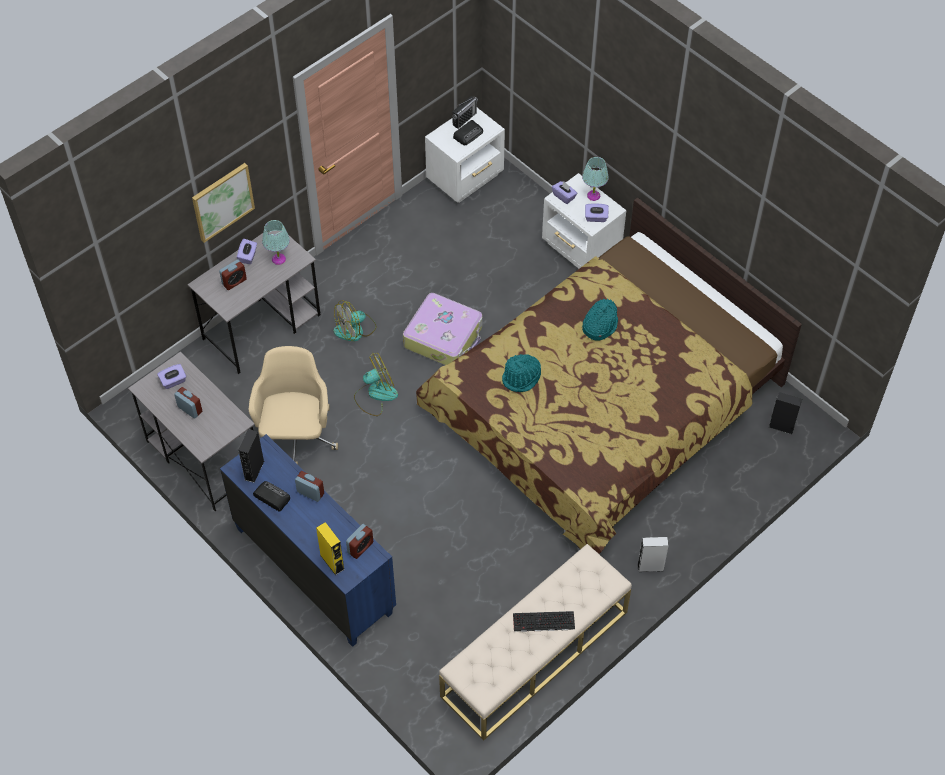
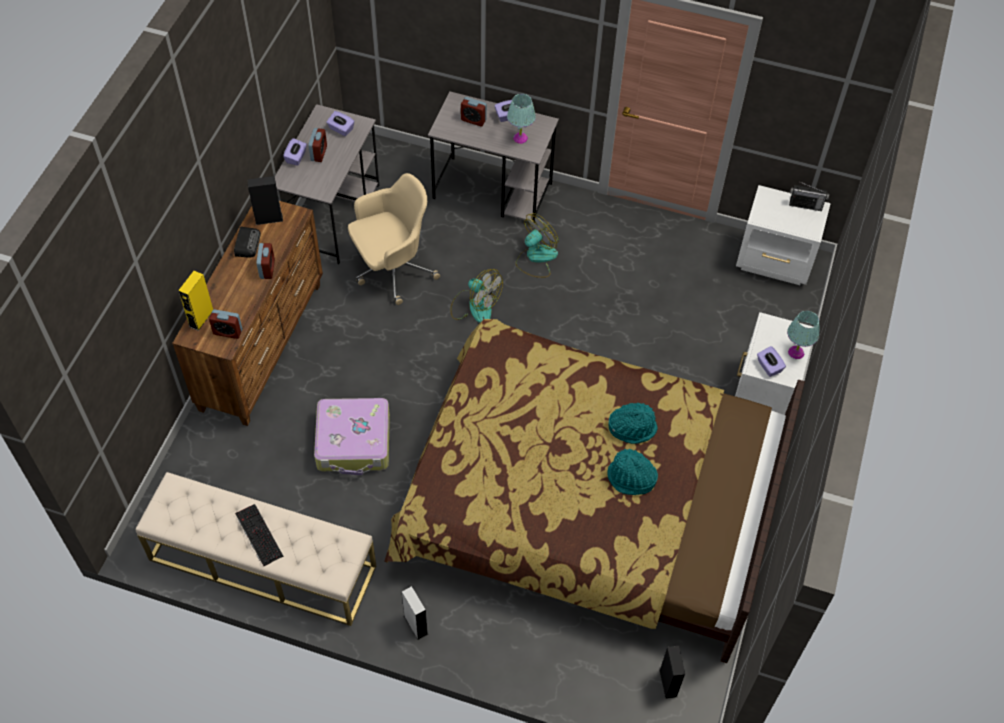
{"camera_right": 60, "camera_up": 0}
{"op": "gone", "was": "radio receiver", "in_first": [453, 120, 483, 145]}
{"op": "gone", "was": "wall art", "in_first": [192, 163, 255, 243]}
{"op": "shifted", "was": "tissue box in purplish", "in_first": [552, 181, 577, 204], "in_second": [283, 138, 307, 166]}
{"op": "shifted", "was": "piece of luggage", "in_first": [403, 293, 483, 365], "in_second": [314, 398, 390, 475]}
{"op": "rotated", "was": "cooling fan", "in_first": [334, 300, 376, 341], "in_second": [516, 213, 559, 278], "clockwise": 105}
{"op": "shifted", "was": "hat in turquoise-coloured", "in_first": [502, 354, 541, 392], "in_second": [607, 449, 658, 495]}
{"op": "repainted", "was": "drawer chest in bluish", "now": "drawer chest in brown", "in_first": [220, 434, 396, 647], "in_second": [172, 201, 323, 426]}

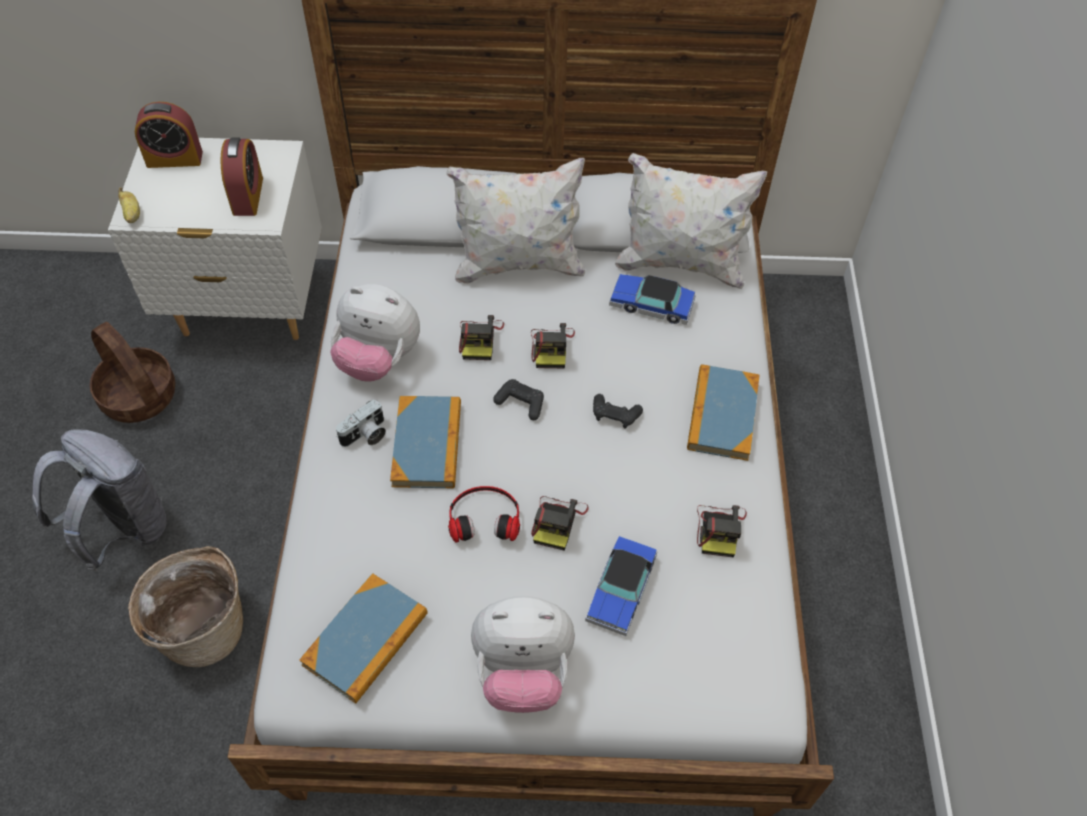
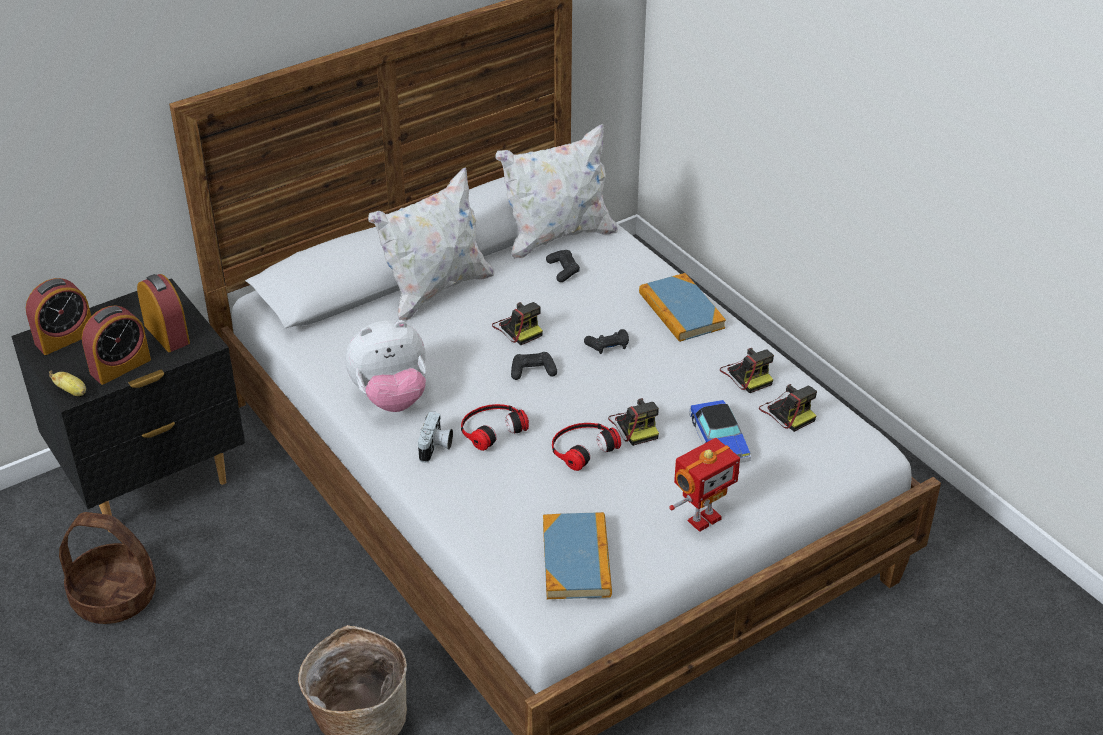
{"camera_right": -35, "camera_up": -15}
{"op": "repainted", "was": "night table in white", "now": "night table in black-coloured", "in_first": [108, 138, 322, 340], "in_second": [11, 278, 245, 533]}
{"op": "swapped", "was": "toy car", "now": "game controller in black-coloured", "in_first": [609, 274, 696, 325], "in_second": [546, 250, 580, 282]}
{"op": "shifted", "was": "photo camera", "in_first": [459, 315, 504, 360], "in_second": [759, 384, 817, 432]}
{"op": "swapped", "was": "book", "now": "headphones", "in_first": [390, 396, 461, 488], "in_second": [461, 404, 529, 451]}
{"op": "gone", "was": "rucksack in grey", "in_first": [32, 430, 166, 571]}
{"op": "swapped", "was": "soft toy", "now": "robot figure", "in_first": [471, 596, 575, 713], "in_second": [669, 438, 740, 532]}
{"op": "new", "now": "bedside clock", "in_second": [82, 305, 151, 385]}

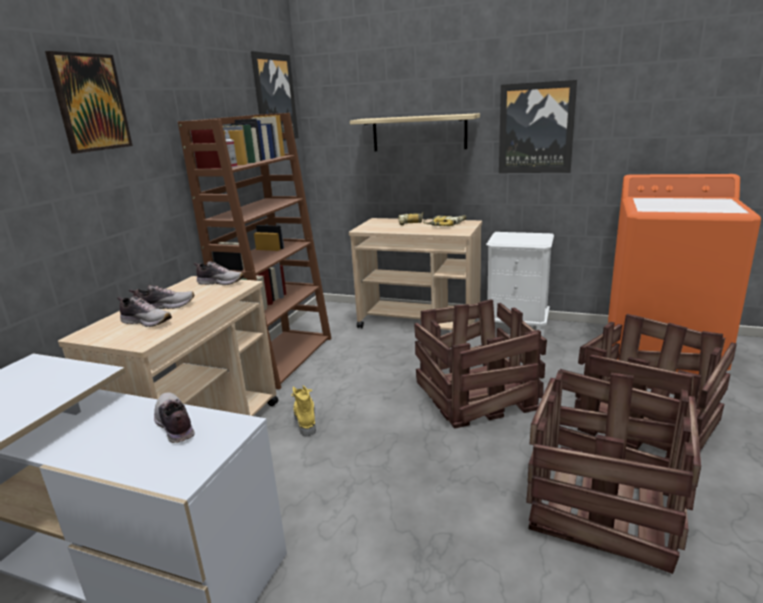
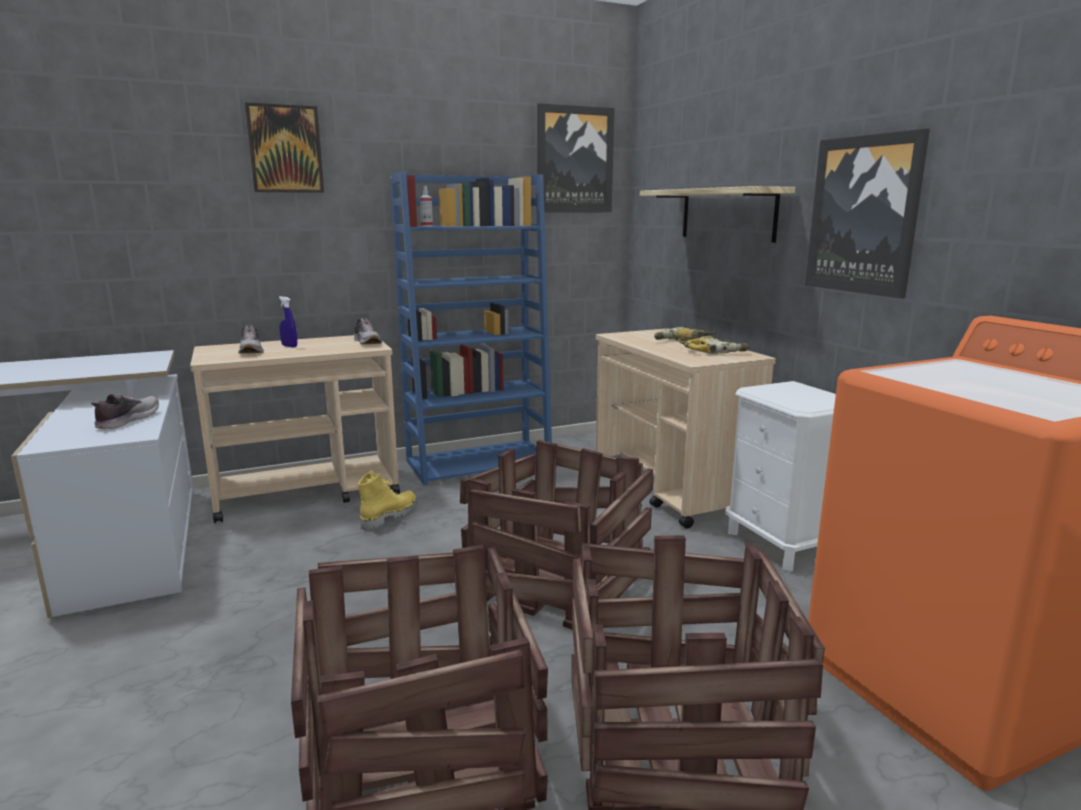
{"camera_right": 45, "camera_up": -5}
{"op": "repainted", "was": "shelving unit in brown", "now": "shelving unit in bluish", "in_first": [178, 113, 332, 390], "in_second": [390, 172, 552, 485]}
{"op": "swapped", "was": "item of footwear", "now": "sprayer in bluish", "in_first": [129, 285, 194, 309], "in_second": [279, 296, 297, 348]}

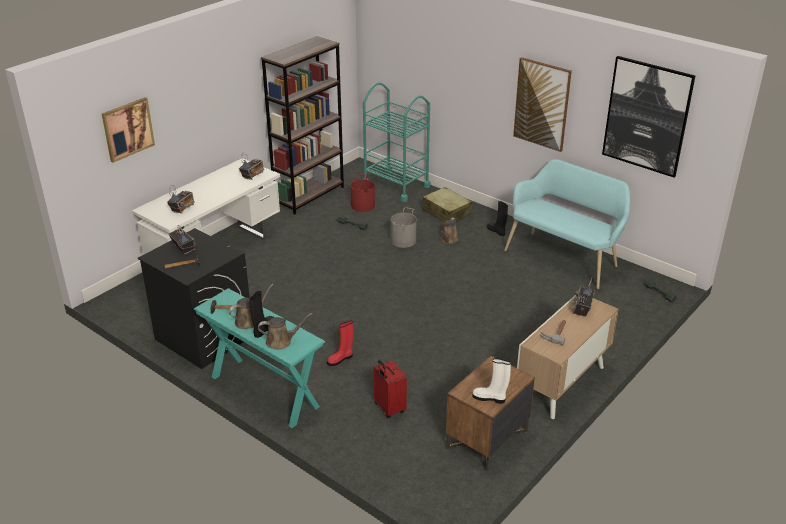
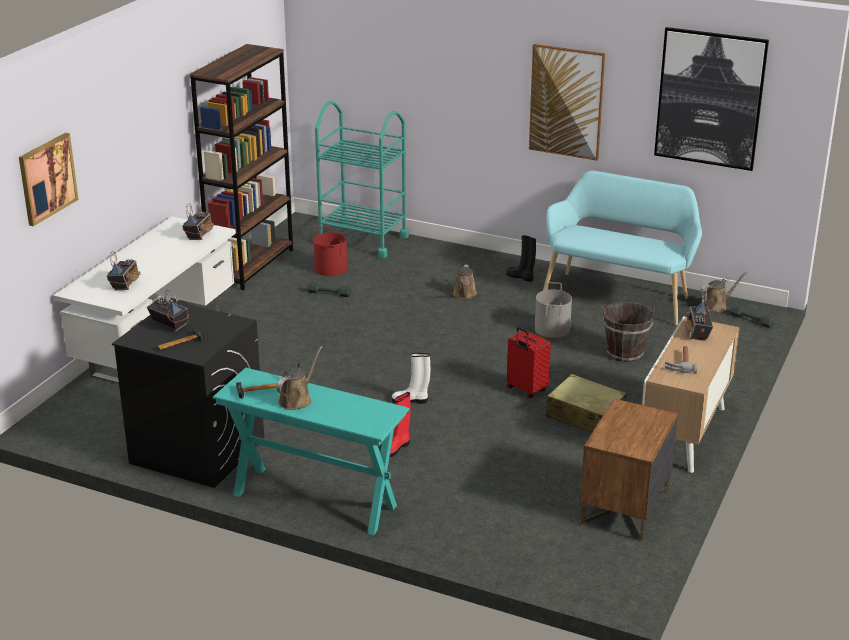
{"camera_right": -15, "camera_up": -5}
{"op": "shifted", "was": "piece of luggage in beige", "in_first": [422, 187, 472, 222], "in_second": [546, 374, 627, 433]}
{"op": "shifted", "was": "bucket in grey", "in_first": [391, 207, 417, 248], "in_second": [535, 282, 572, 338]}
{"op": "gone", "was": "tall boot in black-coloured", "in_first": [249, 291, 275, 338]}
{"op": "shifted", "was": "sprinkling can in brown", "in_first": [258, 313, 312, 350], "in_second": [700, 272, 747, 312]}
{"op": "shifted", "was": "tall boot in white", "in_first": [472, 358, 511, 404], "in_second": [392, 353, 430, 404]}
{"op": "shifted", "was": "piece of luggage in reddish", "in_first": [374, 360, 407, 418], "in_second": [507, 327, 551, 398]}
{"op": "new", "now": "bucket in brown", "in_second": [603, 302, 655, 362]}

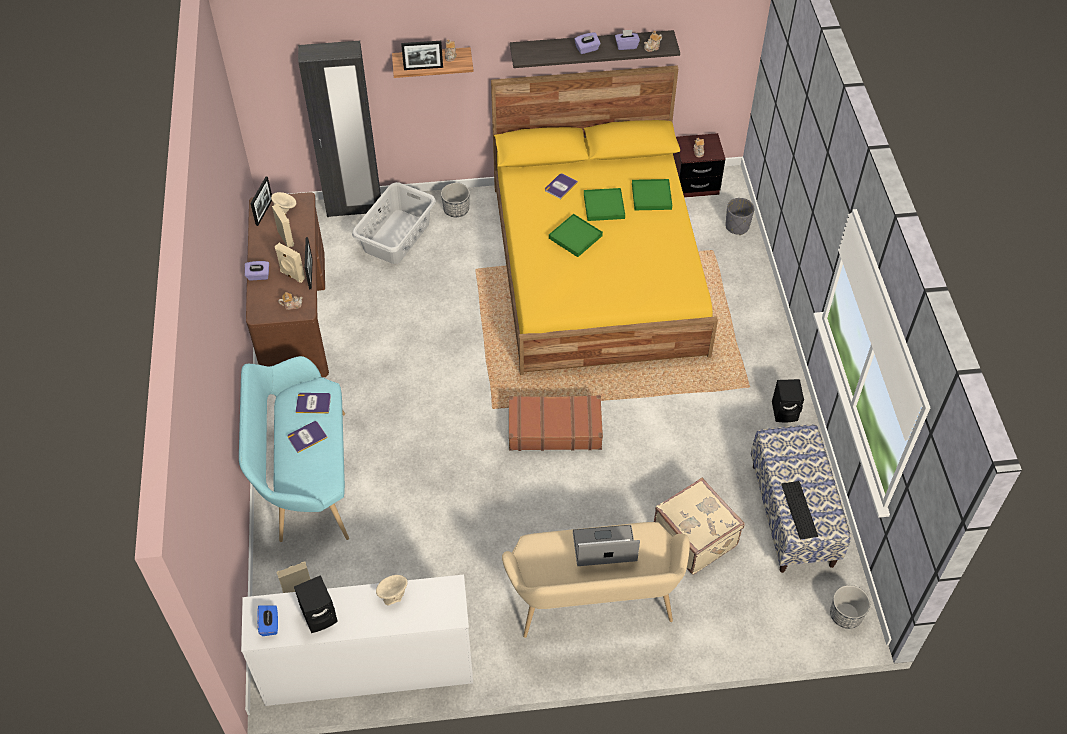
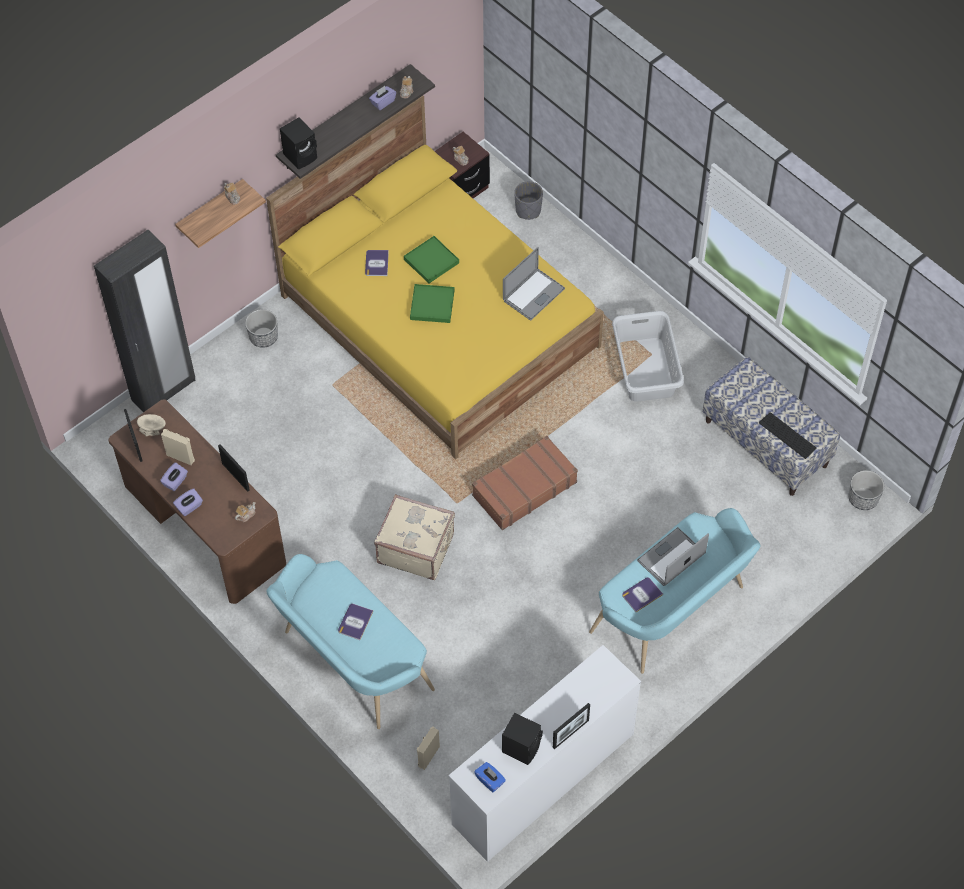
{"camera_right": -35, "camera_up": 5}
{"op": "shifted", "was": "tissue box in purplish", "in_first": [574, 33, 601, 54], "in_second": [160, 462, 188, 491]}
{"op": "shifted", "was": "photo frame", "in_first": [401, 41, 443, 70], "in_second": [553, 703, 590, 749]}
{"op": "gone", "was": "carrying tray in green-coloured", "in_first": [632, 179, 672, 210]}
{"op": "shifted", "was": "hamper in grey", "in_first": [352, 182, 436, 264], "in_second": [612, 311, 684, 402]}
{"op": "gone", "was": "speaker in beige", "in_first": [275, 243, 305, 283]}
{"op": "shifted", "was": "speaker in black-coloured", "in_first": [772, 379, 804, 422], "in_second": [280, 117, 317, 169]}
{"op": "shifted", "was": "book", "in_first": [296, 393, 331, 413], "in_second": [622, 577, 663, 612]}
{"op": "shifted", "was": "piece of luggage in beige", "in_first": [654, 478, 745, 575], "in_second": [374, 494, 455, 580]}
{"op": "repainted", "was": "bench in beige", "now": "bench in turquoise-coloured", "in_first": [502, 522, 690, 638], "in_second": [589, 508, 760, 674]}
{"op": "gone", "was": "bowl in beige", "in_first": [376, 575, 408, 605]}
{"op": "new", "now": "notebook computer", "in_second": [503, 247, 565, 320]}

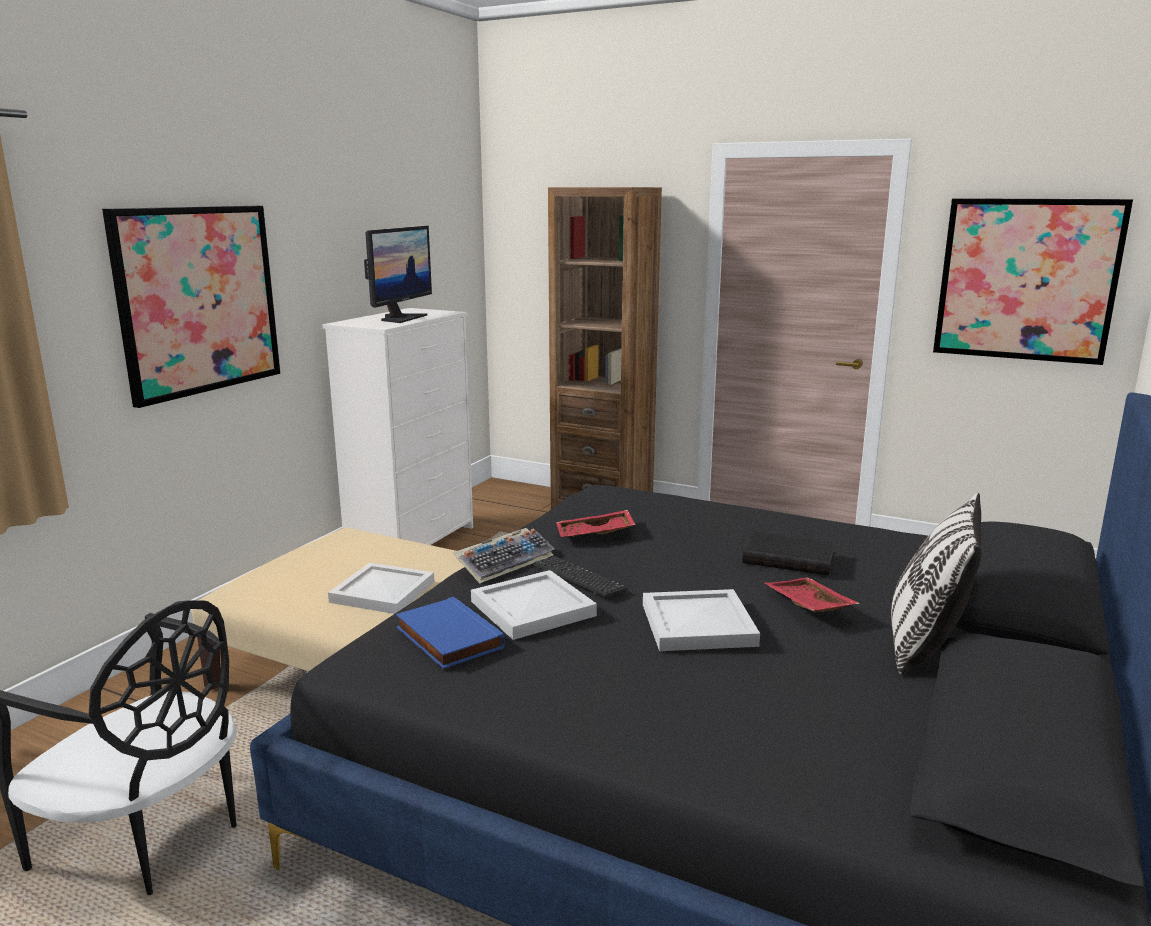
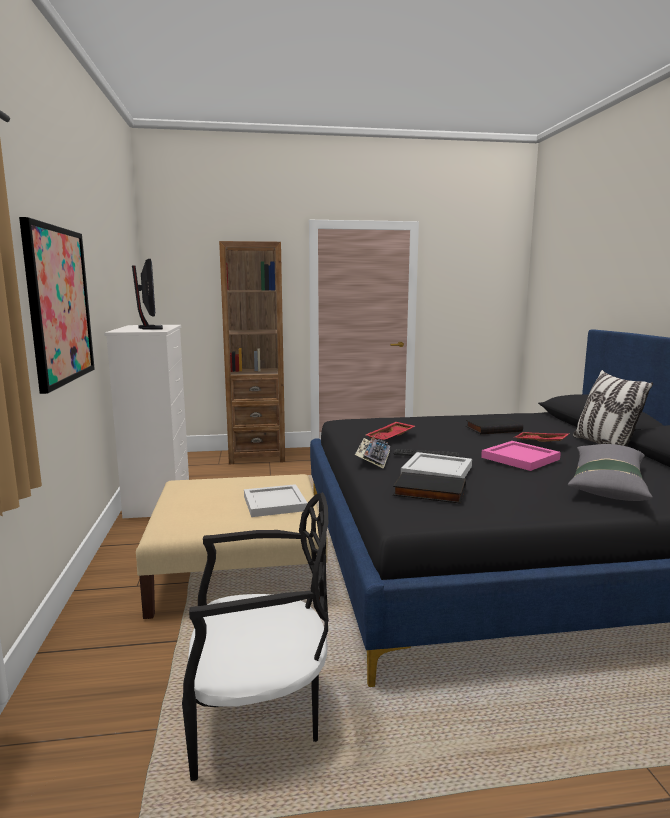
{"camera_right": -35, "camera_up": -5}
{"op": "gone", "was": "wall art", "in_first": [933, 198, 1133, 365]}
{"op": "repainted", "was": "carrying tray in white", "now": "carrying tray in pink", "in_first": [643, 589, 760, 651], "in_second": [481, 441, 561, 471]}
{"op": "repainted", "was": "book in bluish", "now": "book in black-coloured", "in_first": [396, 597, 505, 669], "in_second": [393, 472, 466, 504]}
{"op": "new", "now": "cushion in grey", "in_second": [568, 444, 653, 501]}

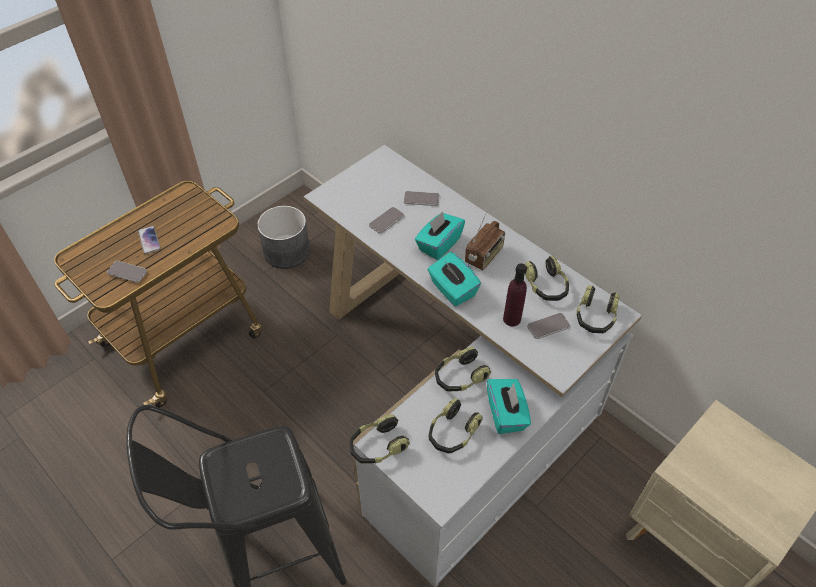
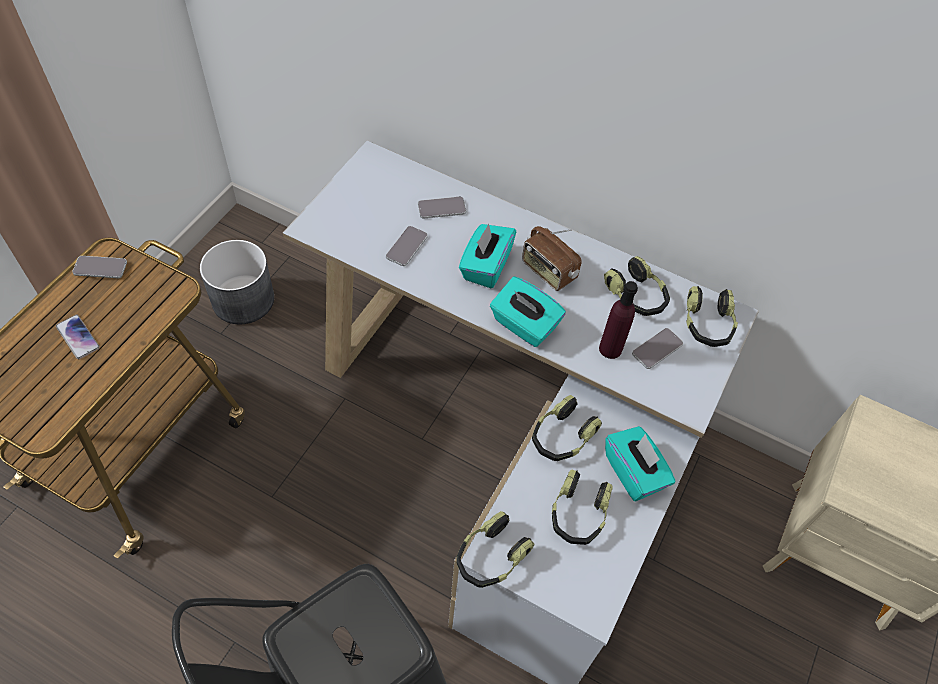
{"camera_right": -20, "camera_up": 5}
{"op": "rotated", "was": "radio receiver", "in_first": [465, 214, 505, 271], "in_second": [522, 226, 582, 291], "clockwise": 120}
{"op": "shifted", "was": "phone", "in_first": [107, 261, 147, 283], "in_second": [72, 256, 127, 278]}

